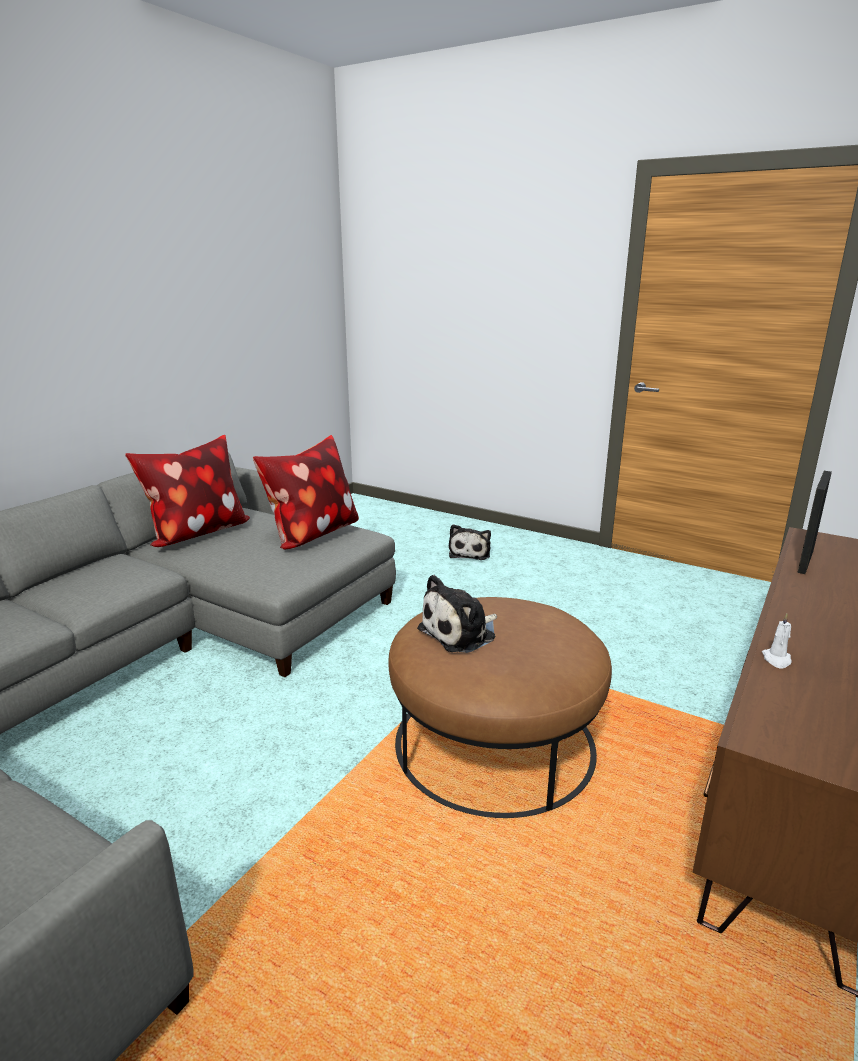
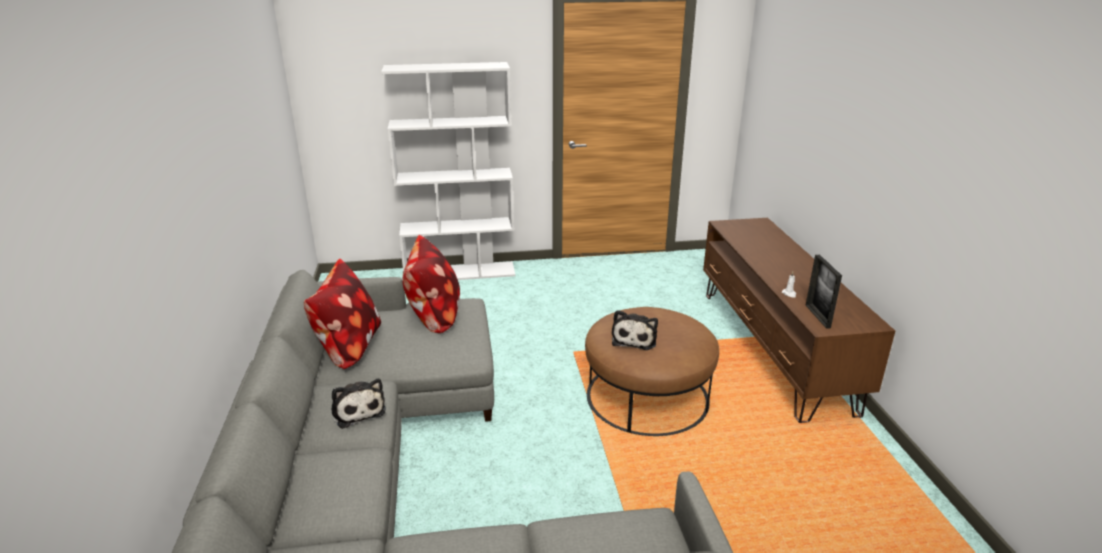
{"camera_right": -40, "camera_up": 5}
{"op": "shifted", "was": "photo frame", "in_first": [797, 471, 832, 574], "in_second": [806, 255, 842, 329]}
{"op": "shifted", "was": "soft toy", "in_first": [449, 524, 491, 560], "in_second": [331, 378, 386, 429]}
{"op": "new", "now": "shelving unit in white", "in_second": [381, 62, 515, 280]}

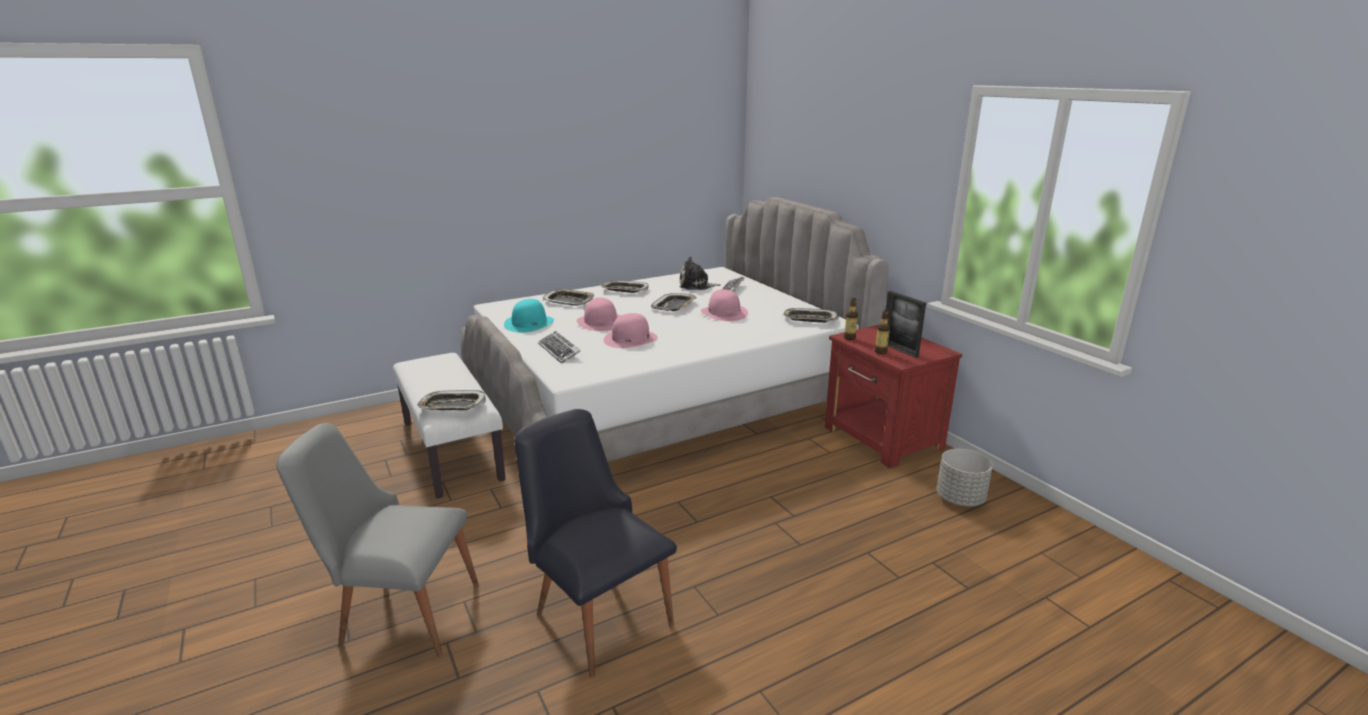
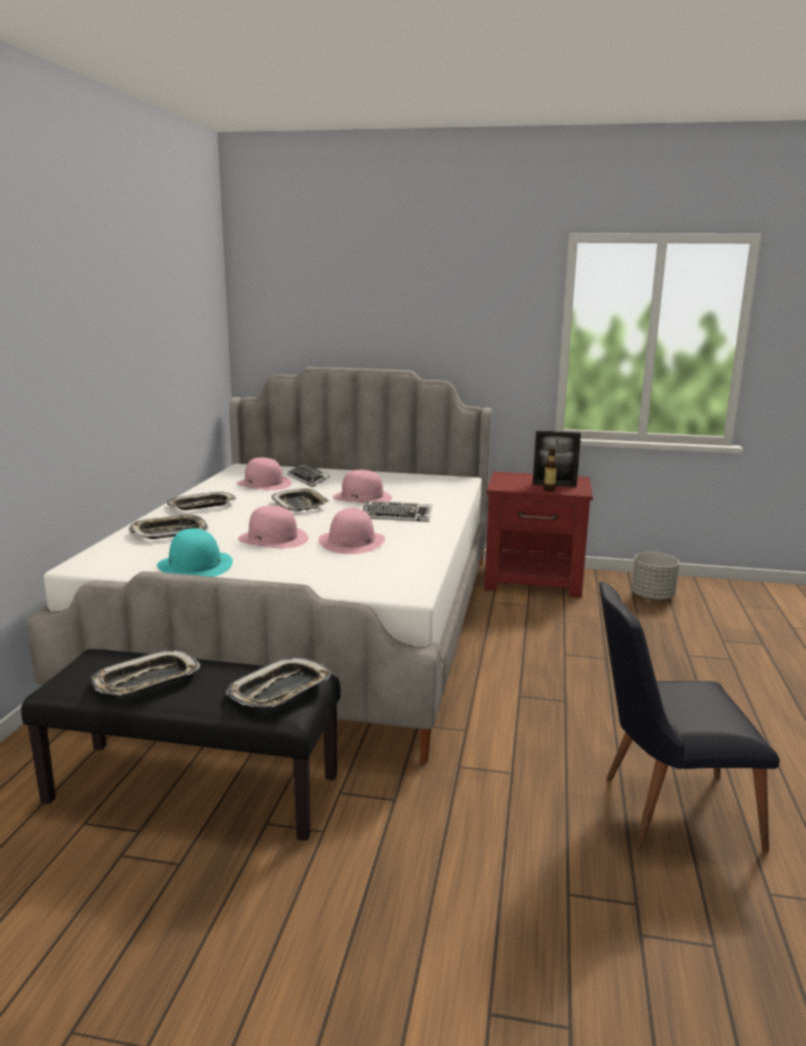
{"camera_right": -50, "camera_up": -5}
{"op": "swapped", "was": "soft toy", "now": "hat in pink", "in_first": [679, 256, 721, 290], "in_second": [236, 458, 292, 490]}
{"op": "gone", "was": "drink bottle", "in_first": [844, 298, 858, 340]}
{"op": "shifted", "was": "carrying tray", "in_first": [783, 308, 839, 323], "in_second": [91, 650, 200, 695]}
{"op": "shifted", "was": "computer keyboard", "in_first": [538, 331, 581, 363], "in_second": [362, 501, 432, 522]}
{"op": "repainted", "was": "bench in white", "now": "bench in black-coloured", "in_first": [393, 353, 506, 499], "in_second": [21, 649, 341, 841]}
{"op": "gone", "was": "plain chair in grey", "in_first": [276, 423, 479, 657]}

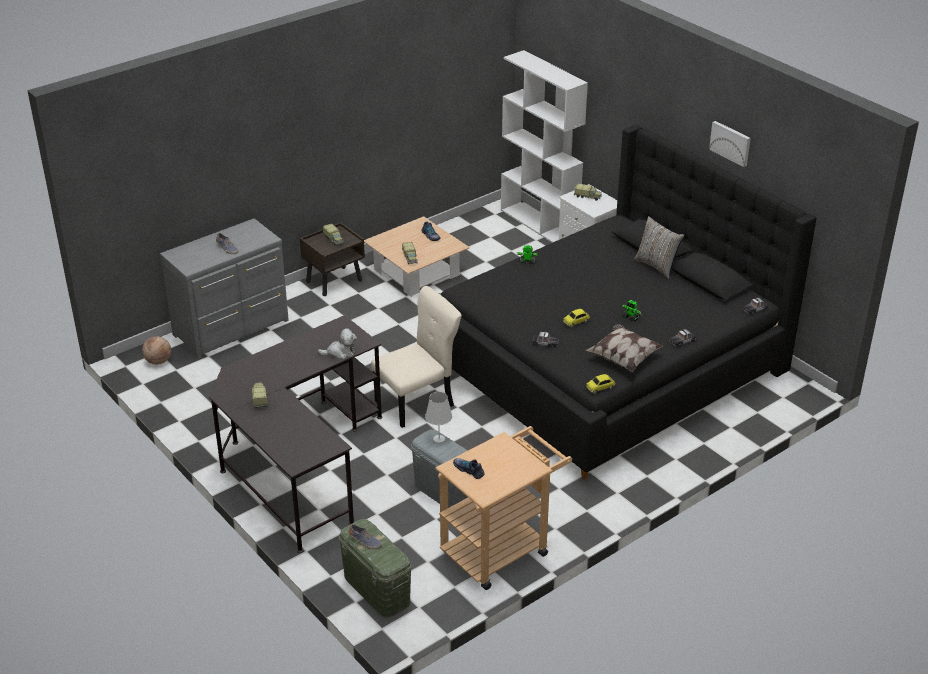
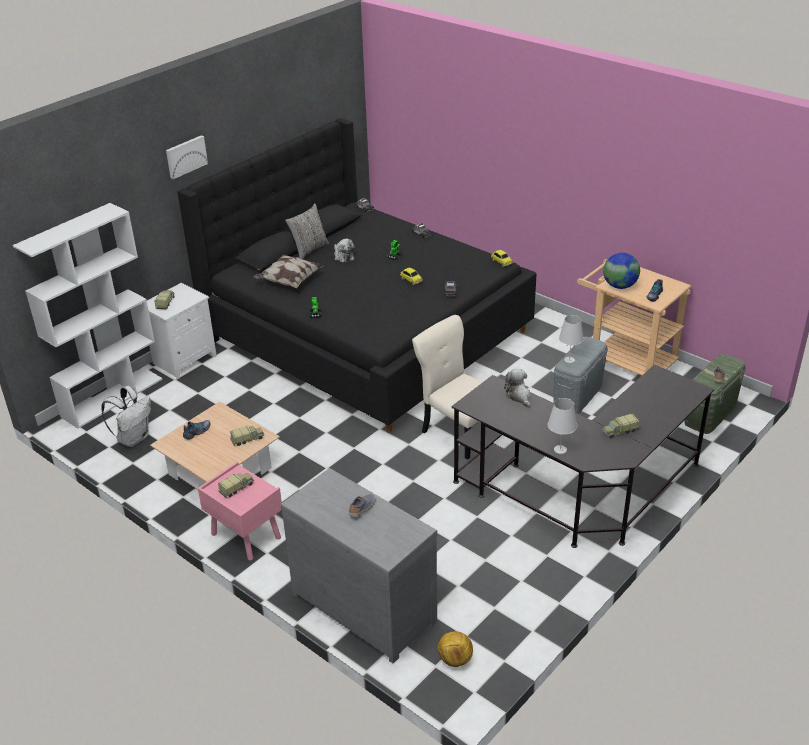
{"camera_right": -100, "camera_up": 0}
{"op": "shifted", "was": "wall art", "in_first": [709, 121, 751, 167], "in_second": [166, 135, 208, 179]}
{"op": "repainted", "was": "night table in brown", "now": "night table in pink", "in_first": [300, 222, 365, 296], "in_second": [198, 462, 282, 561]}
{"op": "shifted", "was": "cushion", "in_first": [586, 324, 664, 372], "in_second": [253, 255, 324, 288]}
{"op": "swapped", "was": "basketball", "now": "football", "in_first": [142, 336, 171, 365], "in_second": [438, 631, 473, 667]}
{"op": "new", "now": "soft toy", "in_second": [334, 239, 355, 262]}
{"op": "new", "now": "world globe", "in_second": [603, 253, 640, 289]}
{"op": "new", "now": "rucksack in white", "in_second": [101, 385, 151, 447]}
{"op": "new", "now": "table lamp in white", "in_second": [548, 398, 577, 454]}

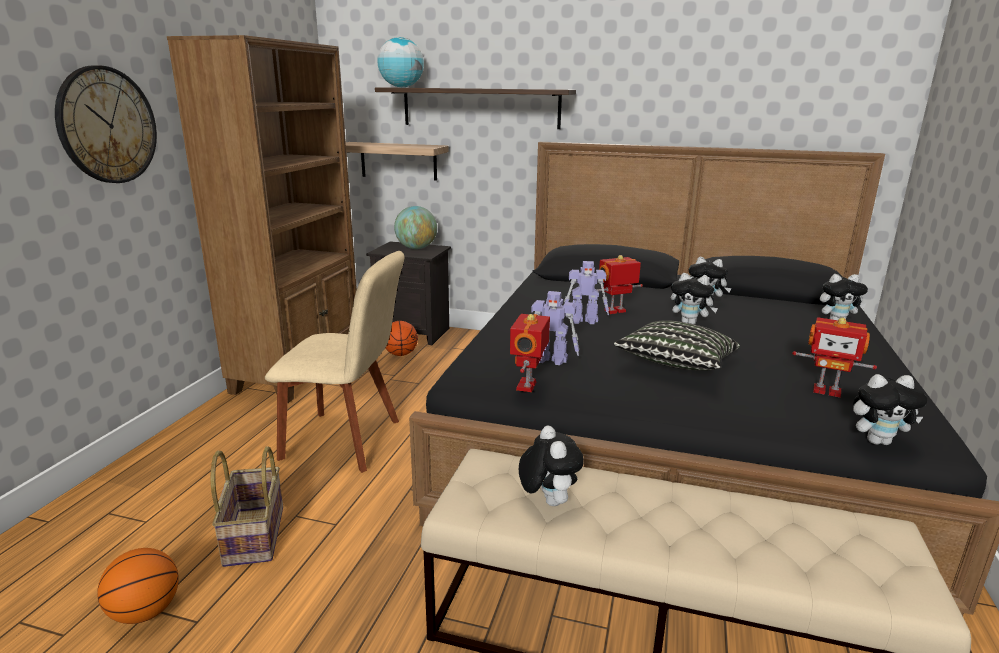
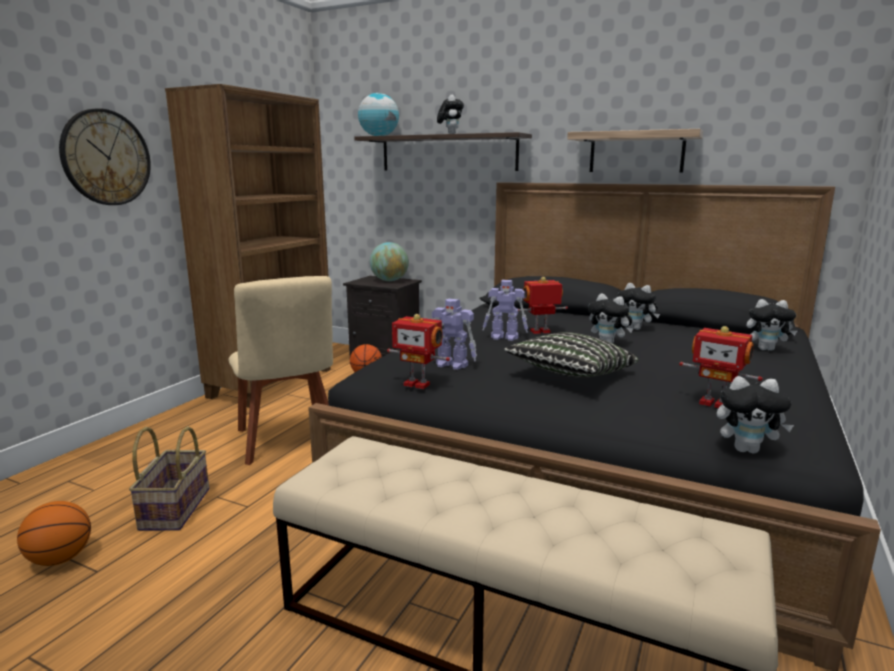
{"camera_right": 10, "camera_up": -5}
{"op": "shifted", "was": "wall shelf", "in_first": [346, 142, 449, 180], "in_second": [567, 129, 703, 172]}
{"op": "rotated", "was": "plain chair in beige", "in_first": [265, 251, 404, 473], "in_second": [228, 276, 333, 465], "clockwise": 45}
{"op": "rotated", "was": "robot figure", "in_first": [510, 314, 550, 392], "in_second": [387, 314, 450, 389], "clockwise": -90}
{"op": "shifted", "was": "soft toy", "in_first": [519, 426, 584, 506], "in_second": [437, 95, 464, 134]}

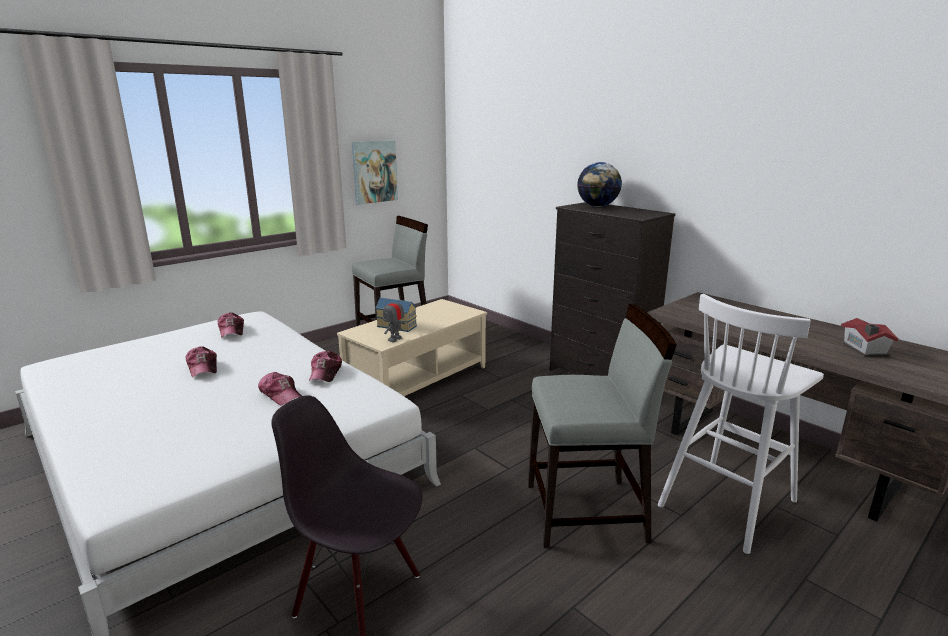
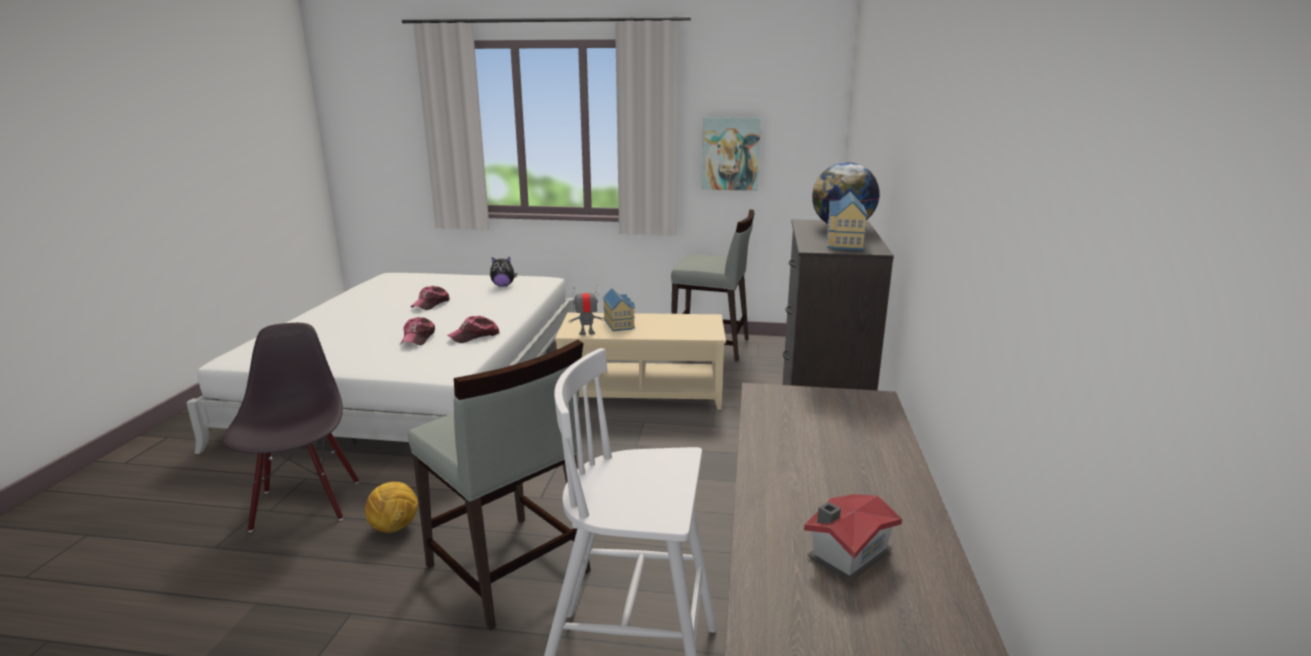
{"camera_right": 50, "camera_up": 0}
{"op": "swapped", "was": "baseball cap", "now": "soft toy", "in_first": [218, 312, 244, 338], "in_second": [490, 257, 517, 287]}
{"op": "new", "now": "toy house", "in_second": [827, 191, 868, 251]}
{"op": "new", "now": "football", "in_second": [365, 482, 418, 533]}

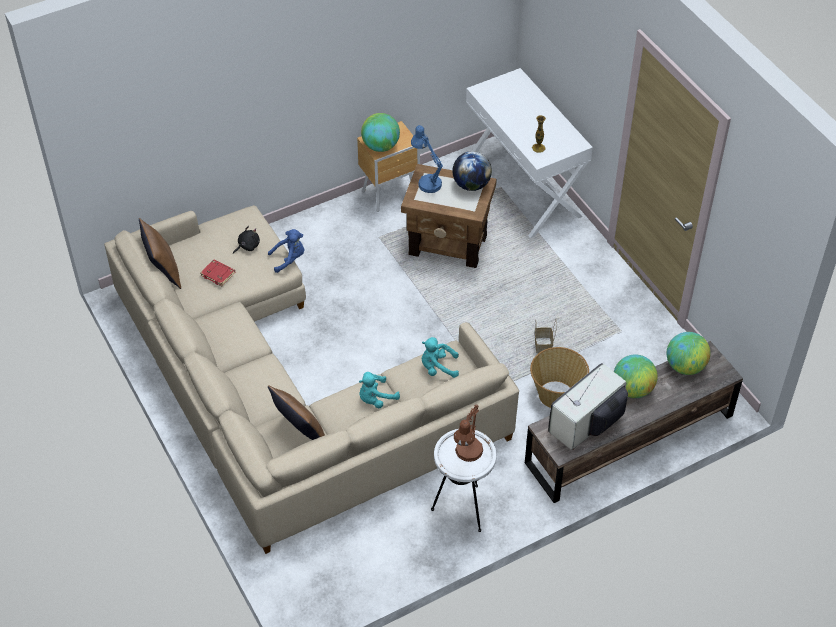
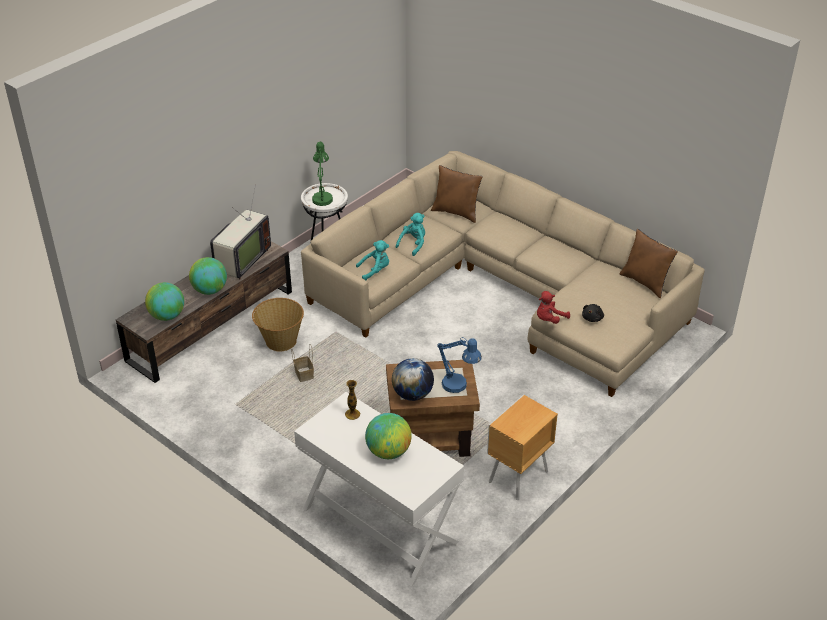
{"camera_right": 160, "camera_up": -10}
{"op": "shifted", "was": "world globe", "in_first": [361, 113, 400, 152], "in_second": [365, 413, 412, 459]}
{"op": "repainted", "was": "soft toy in bluish", "now": "soft toy in reddish", "in_first": [268, 229, 304, 273], "in_second": [537, 291, 570, 324]}
{"op": "gone", "was": "book in reddish", "in_first": [200, 260, 235, 286]}
{"op": "repainted", "was": "table lamp in brown", "now": "table lamp in green-coloured", "in_first": [454, 404, 483, 462], "in_second": [312, 142, 333, 206]}

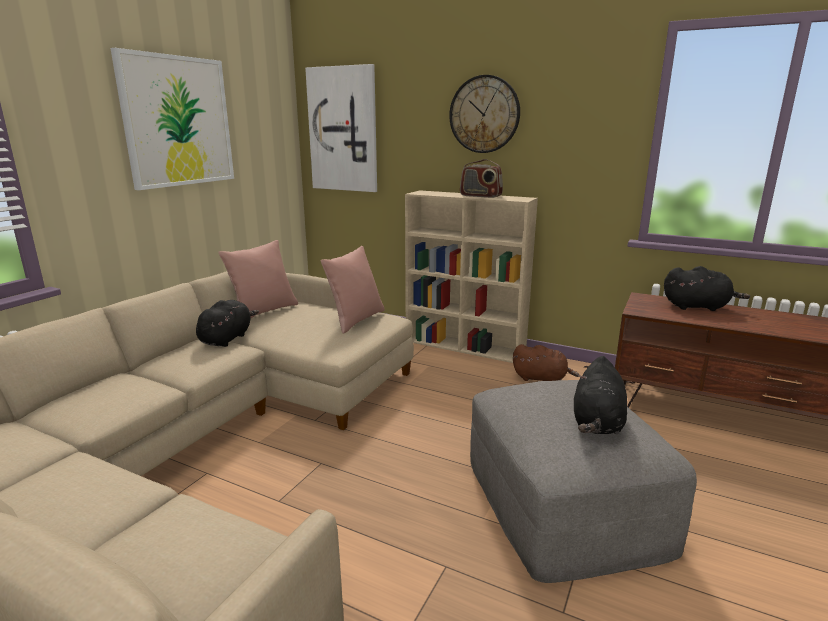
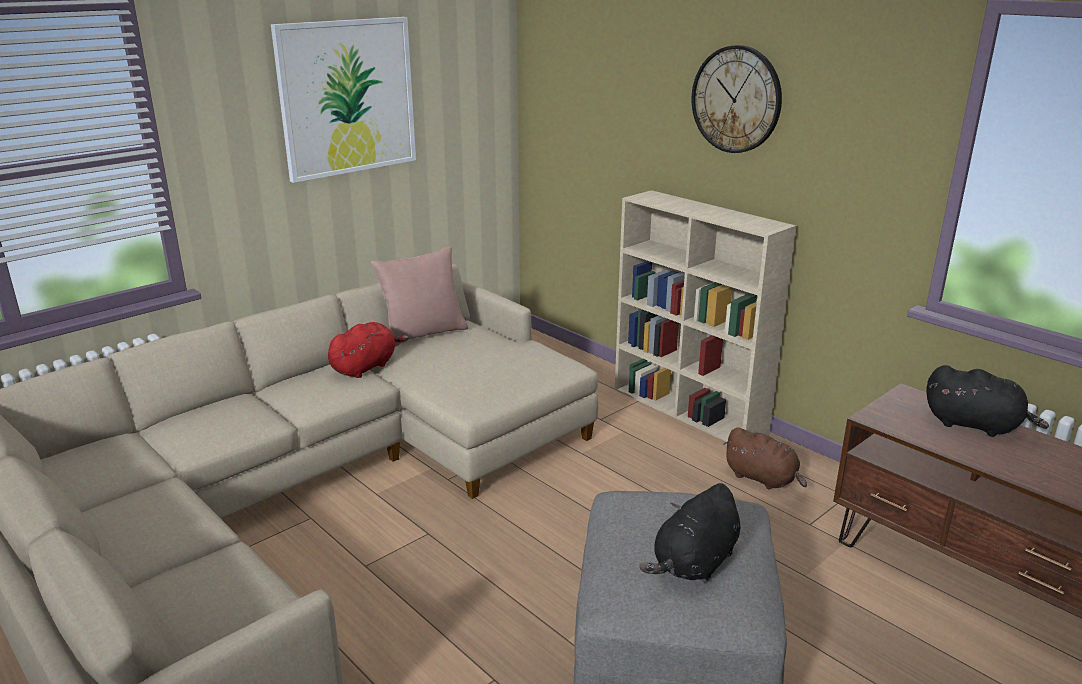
{"camera_right": 20, "camera_up": 5}
{"op": "gone", "was": "wall art", "in_first": [305, 64, 377, 192]}
{"op": "gone", "was": "radio receiver", "in_first": [460, 159, 503, 198]}
{"op": "gone", "was": "cushion in pink", "in_first": [321, 246, 385, 334]}
{"op": "repainted", "was": "soft toy in black-coloured", "now": "soft toy in reddish", "in_first": [196, 300, 259, 347], "in_second": [328, 322, 409, 378]}

